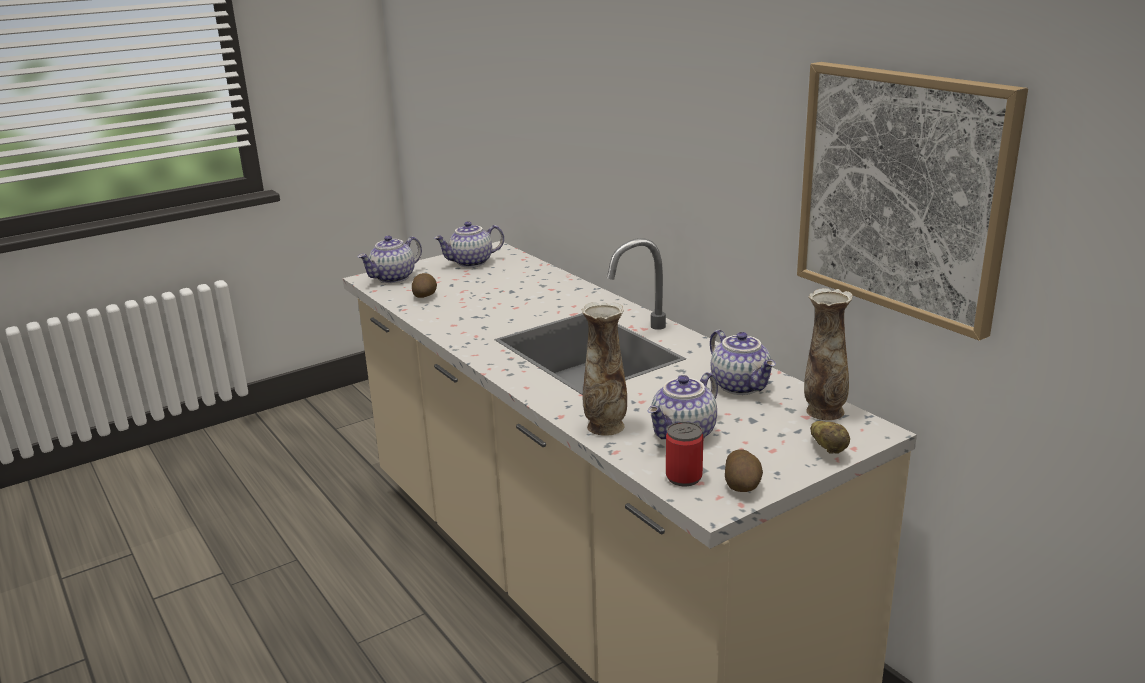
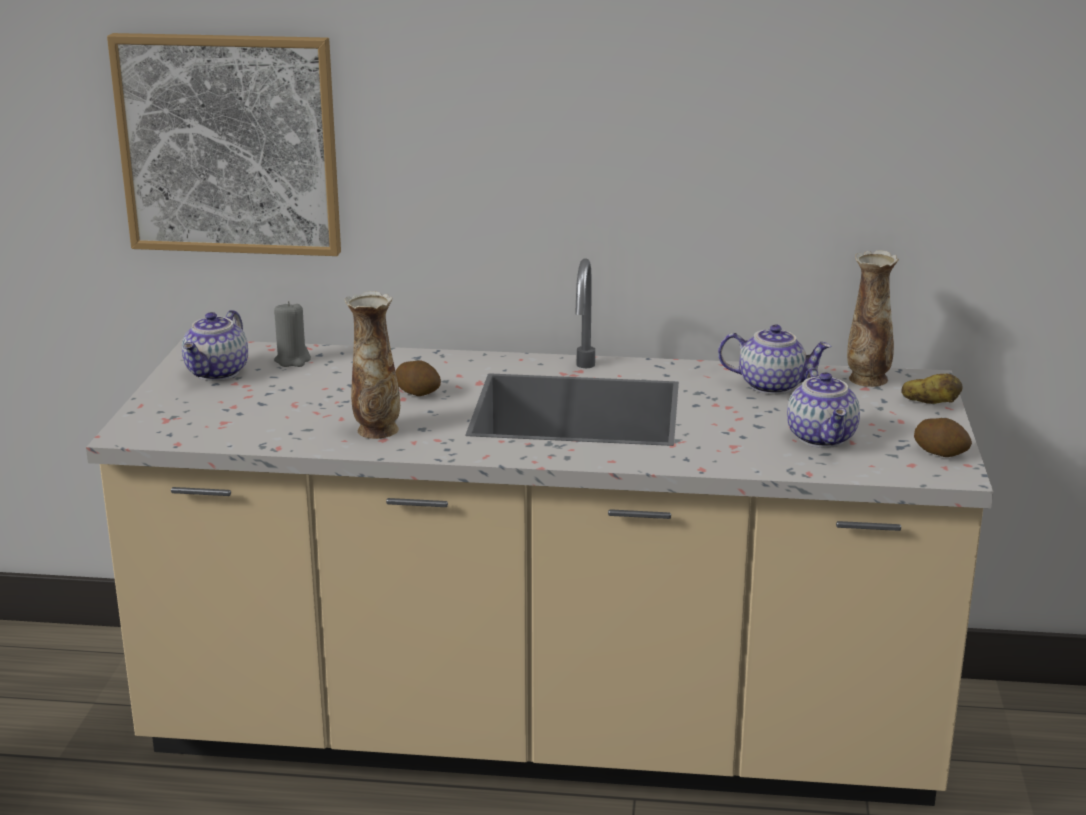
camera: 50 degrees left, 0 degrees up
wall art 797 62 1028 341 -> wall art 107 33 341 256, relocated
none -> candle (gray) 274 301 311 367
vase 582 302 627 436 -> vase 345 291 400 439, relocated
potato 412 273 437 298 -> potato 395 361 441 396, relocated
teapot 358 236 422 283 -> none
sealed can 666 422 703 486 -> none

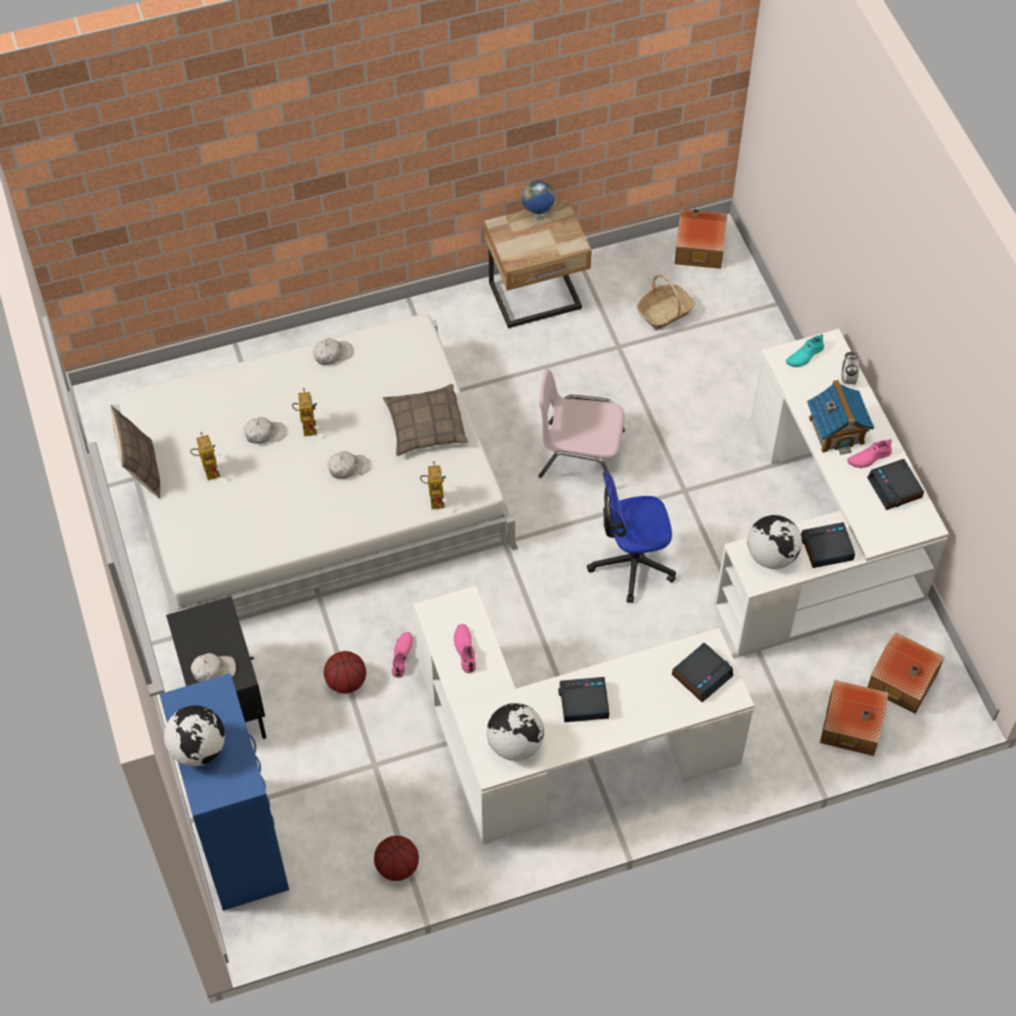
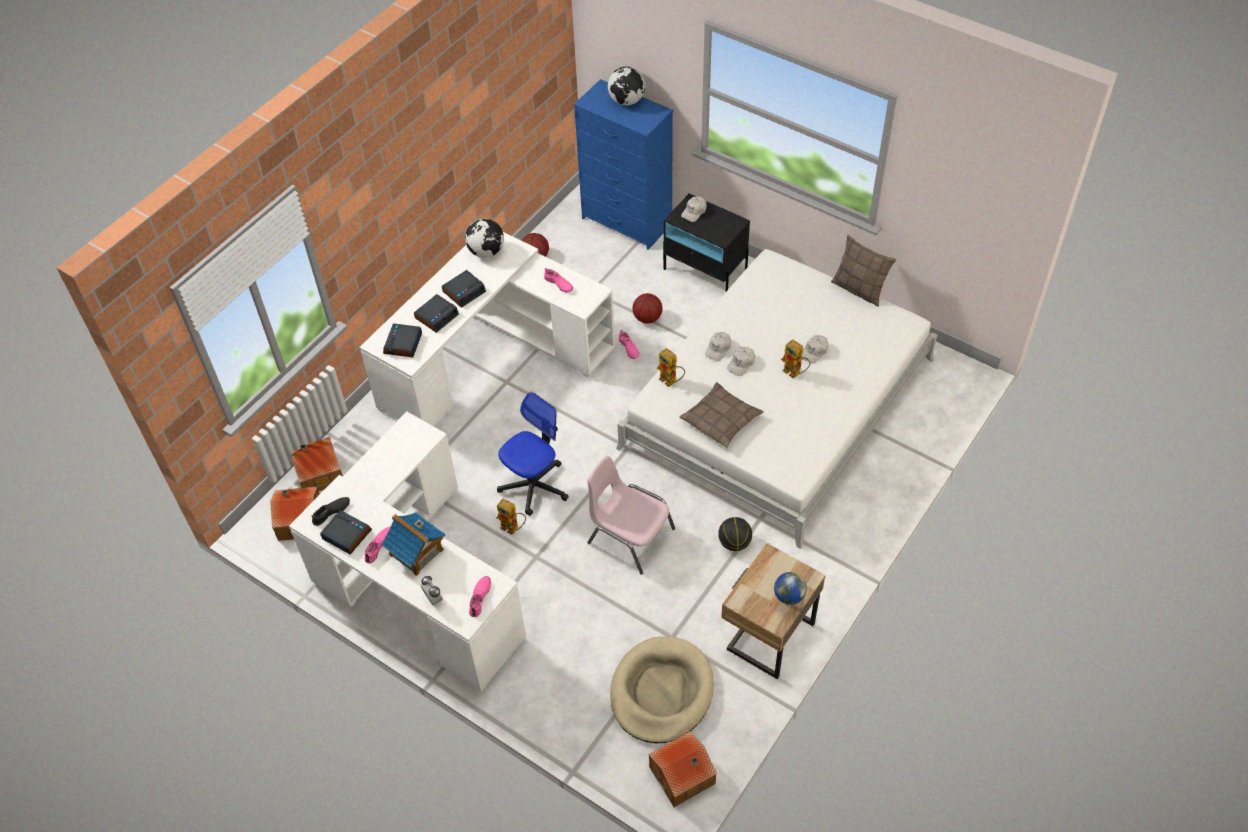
camera: 145 degrees right, 5 degrees down
none -> item of footwear (black-coloured) 312 497 350 526
table clock 801 522 855 568 -> table clock 414 294 459 333, relocated
item of footwear (turquoise-coloured) 786 334 824 367 -> item of footwear (pink-coloured) 469 576 491 617
toy robot 190 432 220 480 -> toy robot 496 498 526 535, relocated
chair (pink-coloured) 538 369 625 478 -> chair (pink-coloured) 587 456 675 575, 120 degrees counterclockwise
household basket 637 274 695 330 -> dog bed (beige) 610 637 714 743
peaked cap (whitish) 313 338 353 365 -> peaked cap (whitish) 705 332 731 361, relocated
none -> basketball 718 517 752 551
desk globe 747 515 802 569 -> none

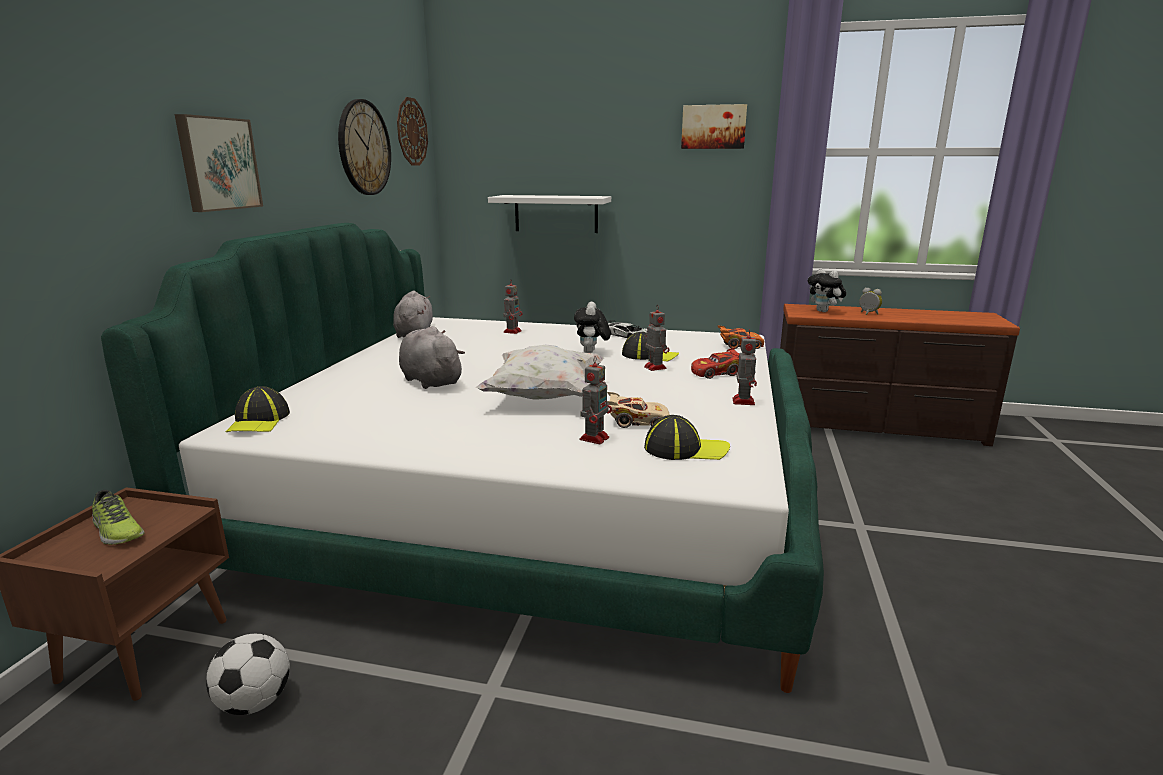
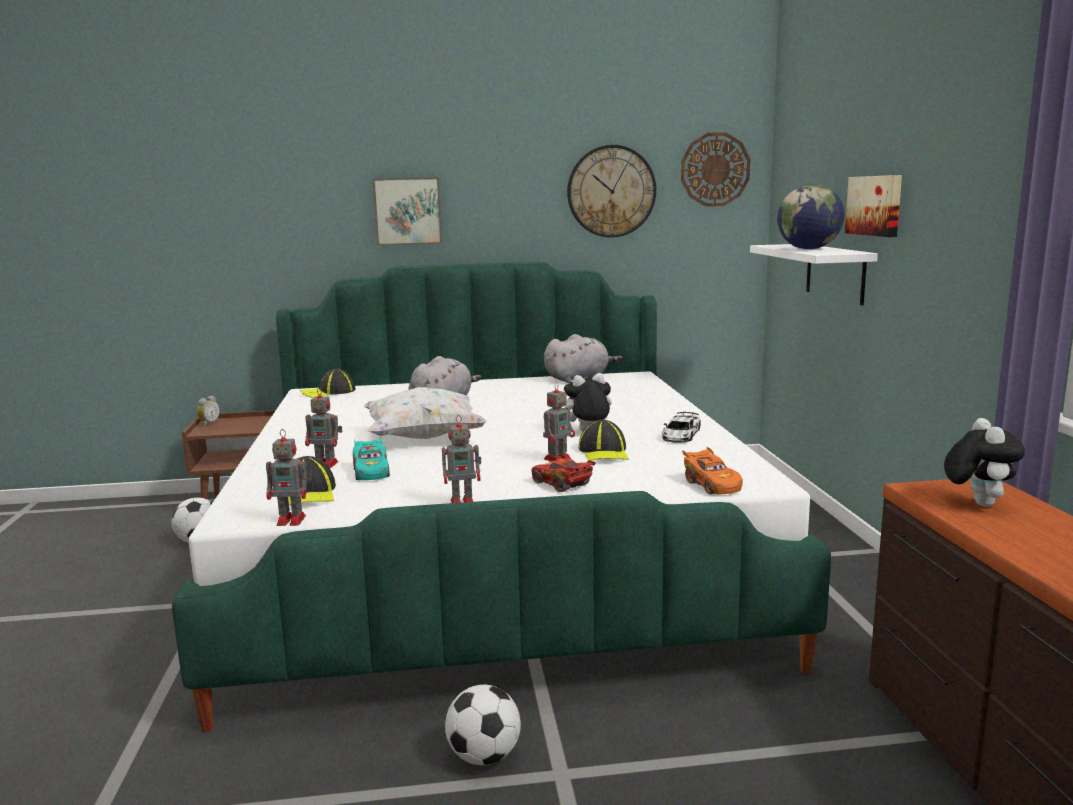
camera: 70 degrees right, 5 degrees down
table clock 859 287 882 315 -> table clock 197 395 220 426, relocated
toy robot 503 279 523 334 -> toy robot 266 429 312 526, relocated
miniature car (beige) 607 392 670 428 -> miniature car (turquoise-coloured) 353 437 390 480
none -> football ball 445 685 521 765
none -> desk globe 777 184 844 250
wall art 681 104 747 149 -> wall art 845 175 902 237, relocated
soft toy 808 268 846 312 -> soft toy 944 418 1025 507, 150 degrees clockwise
item of footwear 92 490 145 545 -> none

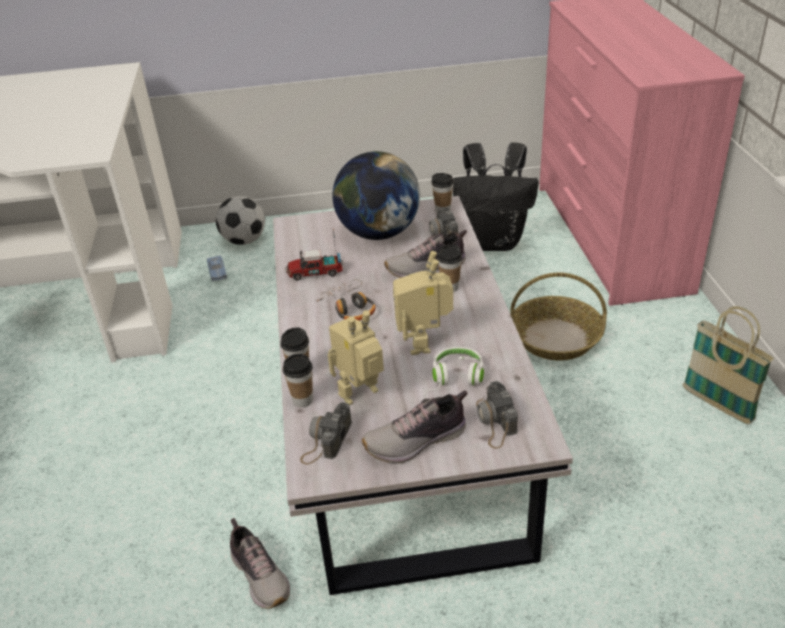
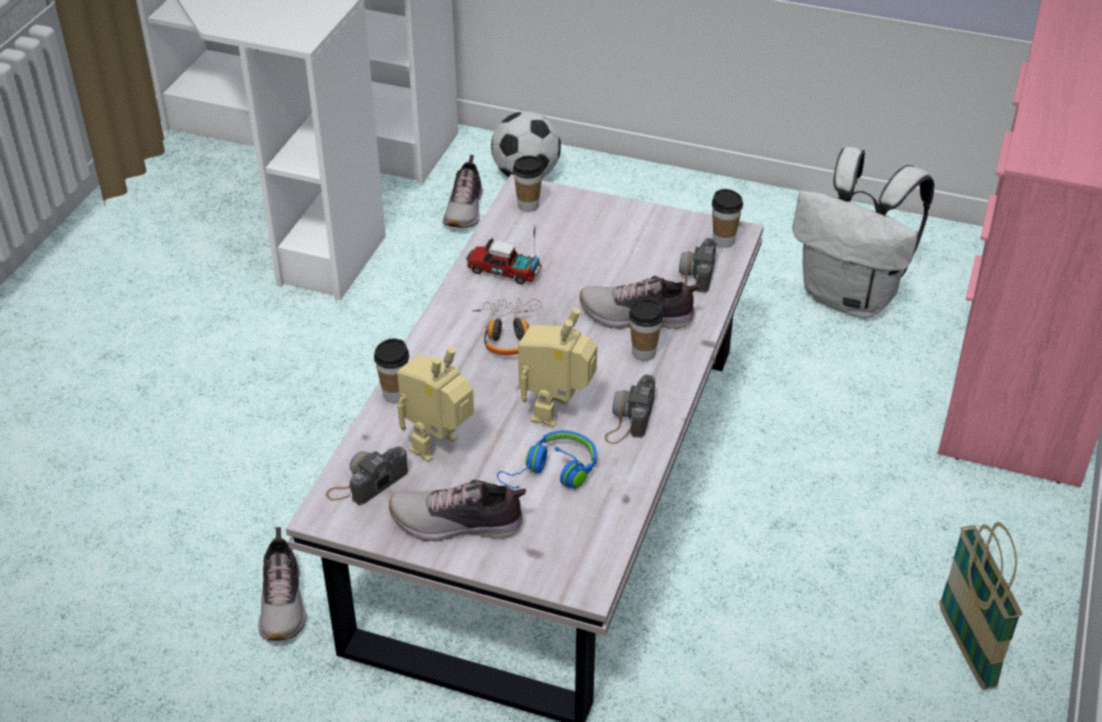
camera: 25 degrees right, 5 degrees up
toy robot 328 310 384 405 -> toy robot 397 346 474 462, 45 degrees counterclockwise
miniature car (blue) 207 256 227 281 -> item of footwear 443 155 483 228
headphones (whitish) 424 347 484 399 -> headphones (blue) 497 430 597 489
drinking cup 283 354 313 407 -> drinking cup 513 156 543 212, relocated
photo camera 476 381 518 449 -> photo camera 604 374 655 444, relocated
knapsack (black-coloured) 453 143 539 251 -> knapsack (whitish) 792 147 934 319
desk globe 332 151 420 240 -> none
household basket 510 273 607 361 -> none

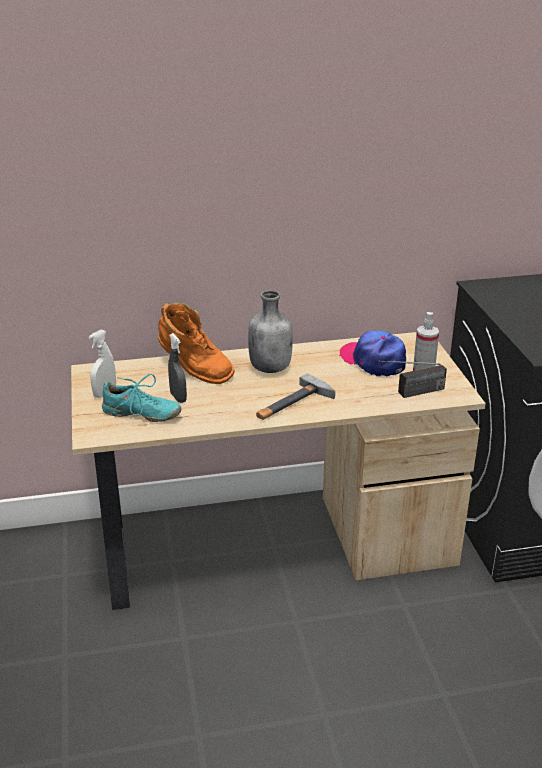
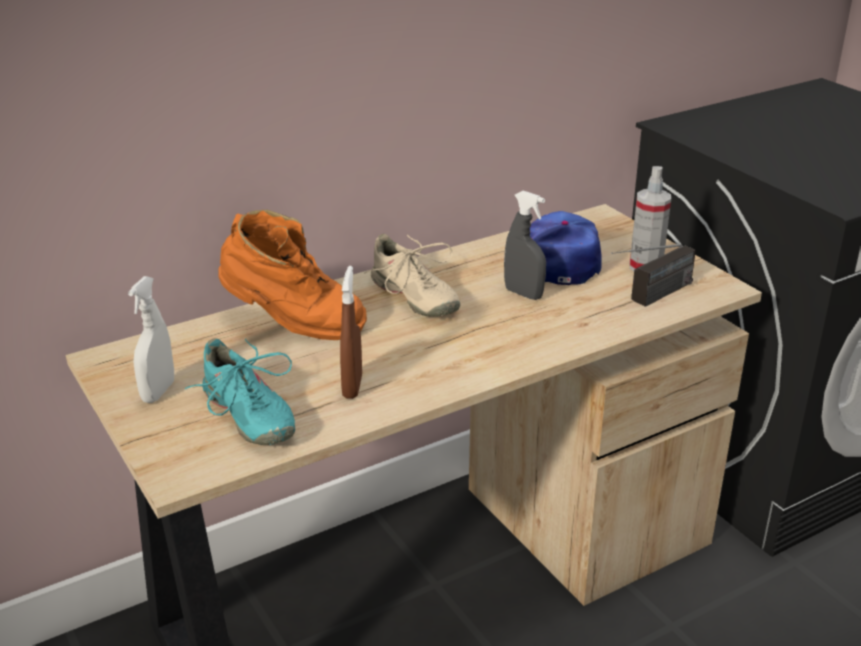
camera: 20 degrees left, 0 degrees up
item of footwear (turquoise-coloured) 102 374 181 422 -> item of footwear (turquoise-coloured) 184 338 295 445, 60 degrees clockwise
none -> spray bottle (brownish) 340 266 362 399
drink bottle (gray) 248 291 293 373 -> item of footwear (beige) 364 234 460 317
spray bottle (gray) 168 333 187 403 -> spray bottle (gray) 504 191 546 300, relocated
peaked cap 340 330 406 376 -> peaked cap 530 211 602 285, 60 degrees clockwise
tool hammer 256 373 335 420 -> none

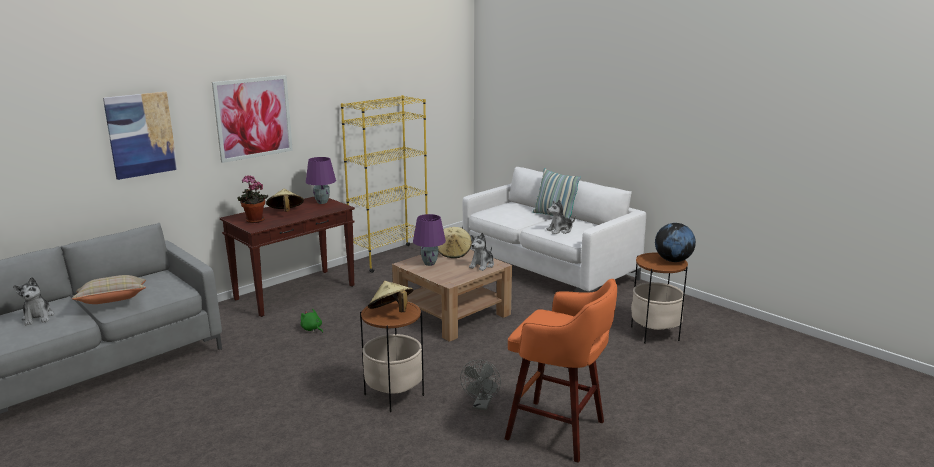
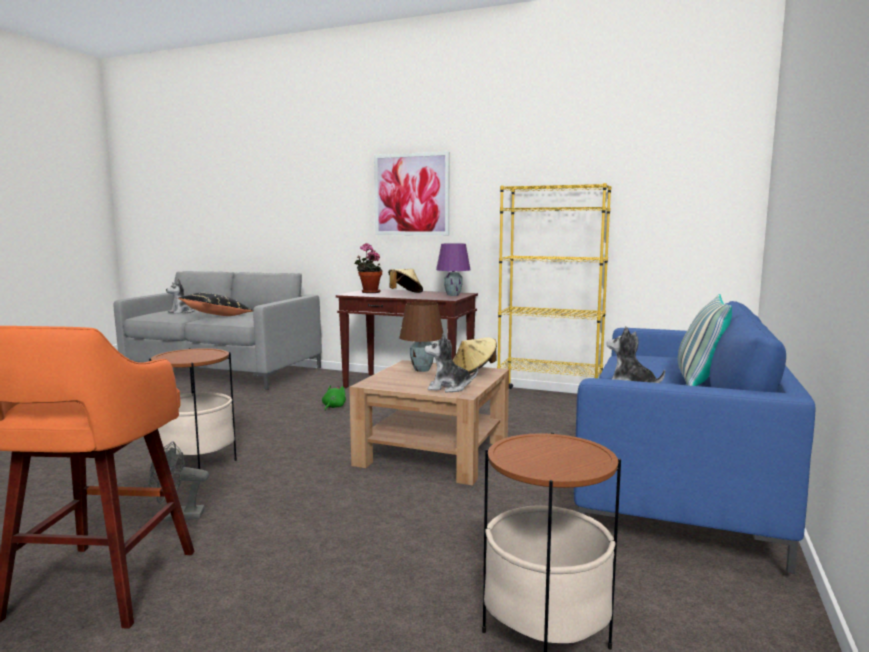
camera: 65 degrees right, 10 degrees down
pillow (beige) 71 275 146 304 -> pillow (black-coloured) 178 293 253 316
table lamp (purple) 413 214 446 266 -> table lamp (brownish) 399 302 443 372
couch (whitish) 463 167 646 293 -> couch (blue) 574 301 815 574
wall art 103 92 178 180 -> none
clothing hat (beige) 368 281 413 312 -> none
desk globe 655 223 696 262 -> none

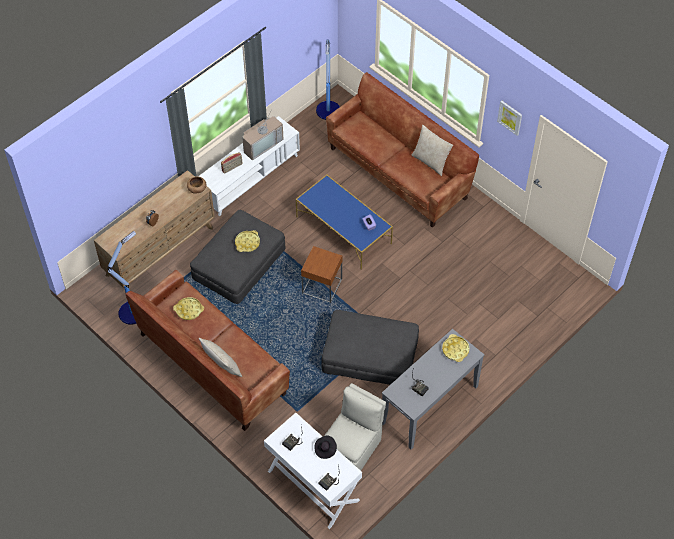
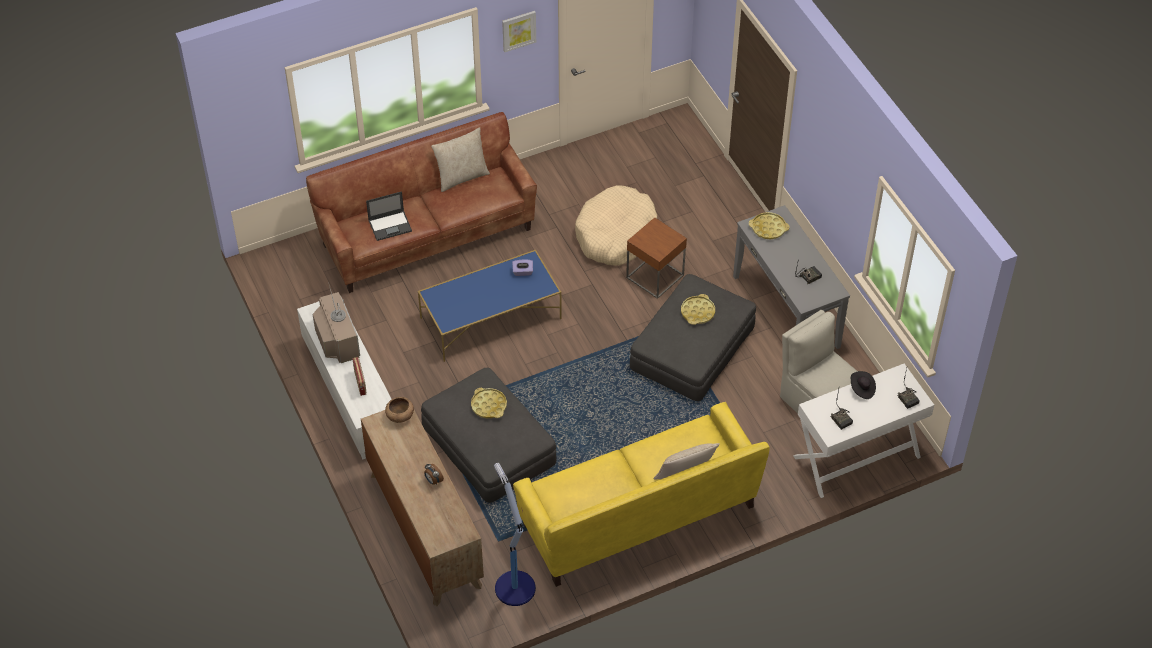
camera: 70 degrees left, 5 degrees down
none -> notebook computer 366 191 412 241
couch (brownish) 126 270 290 431 -> couch (yellowish) 513 402 770 587
none -> dog bed (beige) 575 185 657 266
side table (brownish) 301 246 342 303 -> side table (brownish) 626 217 687 299, relocated
serving tray (yellowish) 173 297 204 320 -> serving tray (yellowish) 681 294 715 325, relocated
standard lamp 316 39 340 120 -> none

